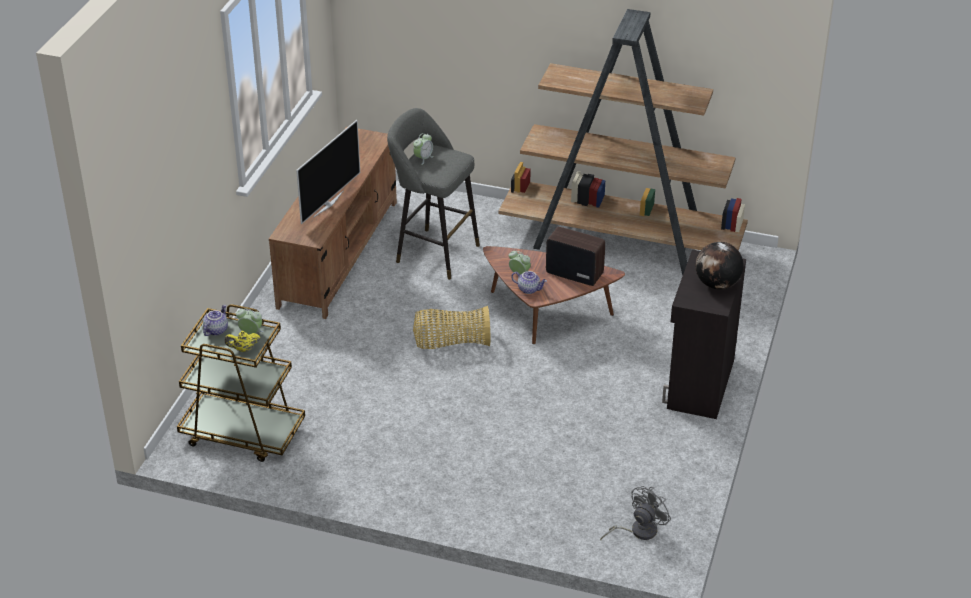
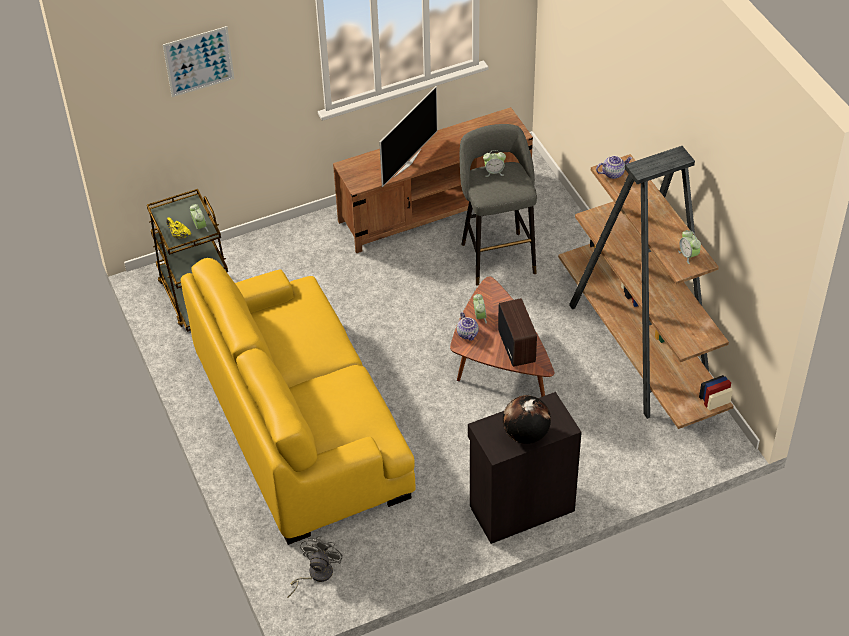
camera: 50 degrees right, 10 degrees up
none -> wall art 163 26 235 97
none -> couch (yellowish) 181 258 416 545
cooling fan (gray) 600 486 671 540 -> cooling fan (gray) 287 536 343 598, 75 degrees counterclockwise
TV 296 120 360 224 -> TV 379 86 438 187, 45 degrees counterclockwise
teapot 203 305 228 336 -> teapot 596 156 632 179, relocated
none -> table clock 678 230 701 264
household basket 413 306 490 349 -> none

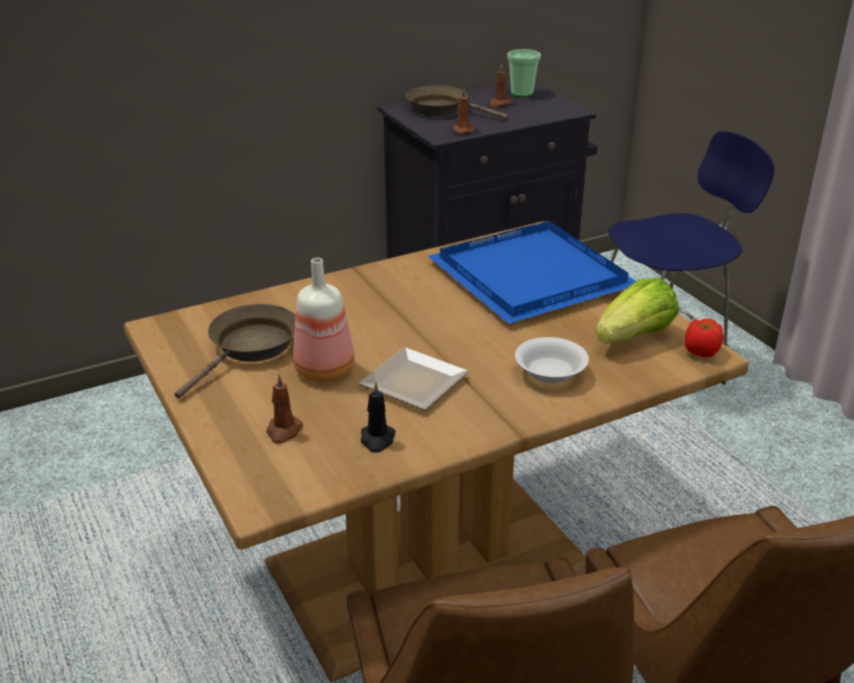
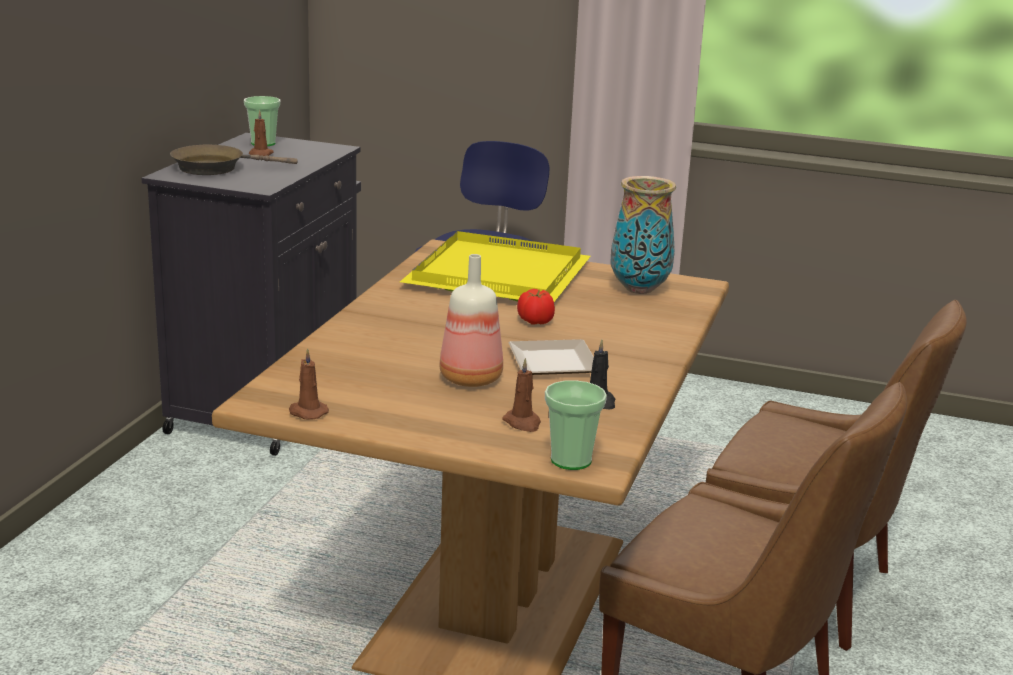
camera: 45 degrees left, 10 degrees down
candle (brownish) 452 89 475 134 -> candle (brownish) 289 348 329 419, relocated
serving tray (blue) 428 221 636 324 -> serving tray (yellowish) 400 231 591 302
tomato 685 318 723 357 -> tomato 517 289 555 324, relocated
none -> drinking cup 545 380 607 470
lettuce 595 278 678 344 -> vase 610 176 676 294
pan (brownish) 174 304 296 399 -> none
deep dish (whitish) 515 337 589 383 -> none

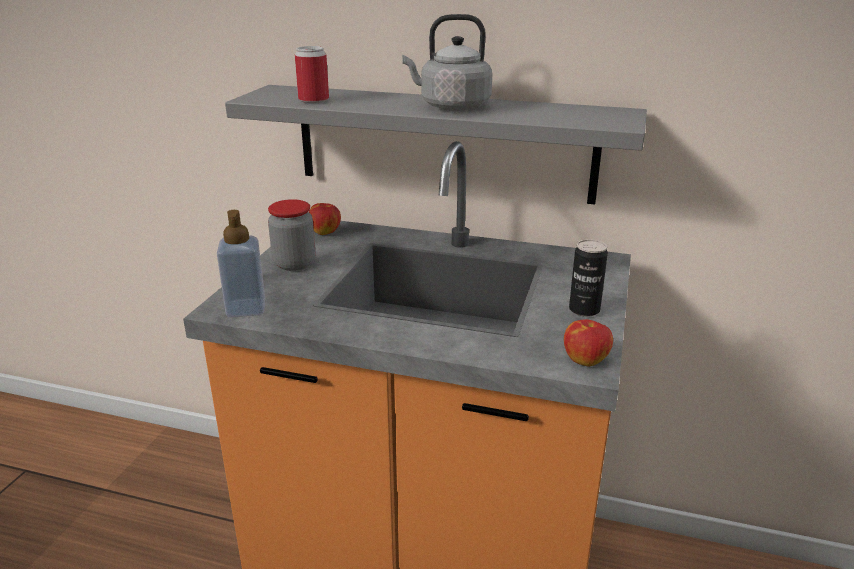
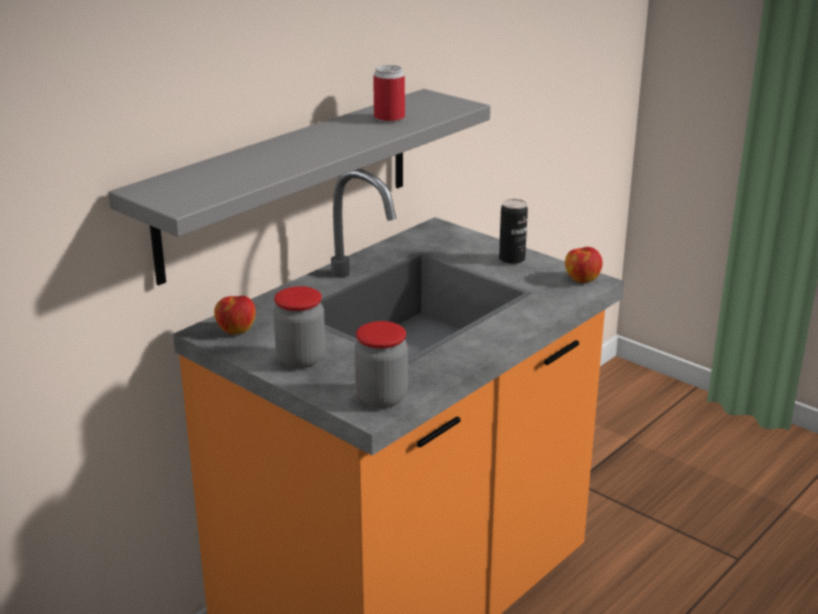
camera: 65 degrees left, 0 degrees up
soap dispenser 217 210 265 317 -> storage jar 354 321 408 408
sealed can 295 46 329 103 -> sealed can 373 65 405 122, relocated
tea kettle (gray) 402 14 492 111 -> none

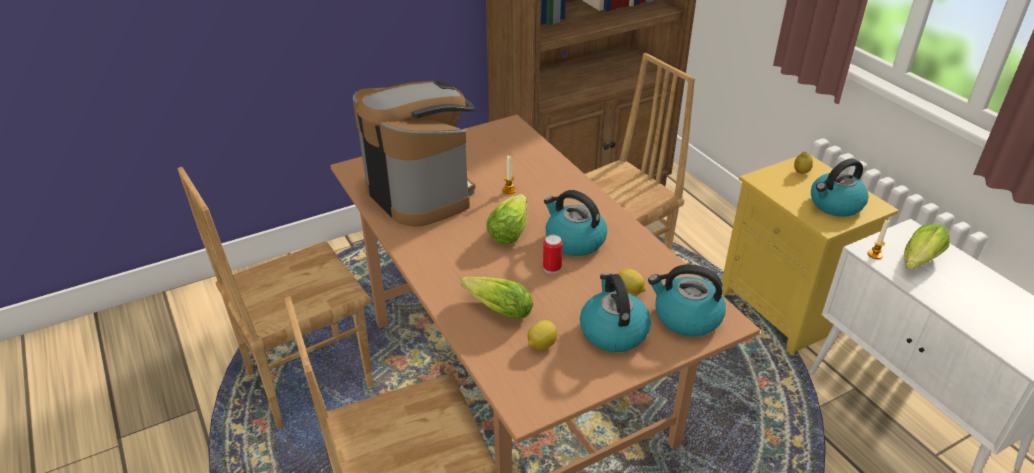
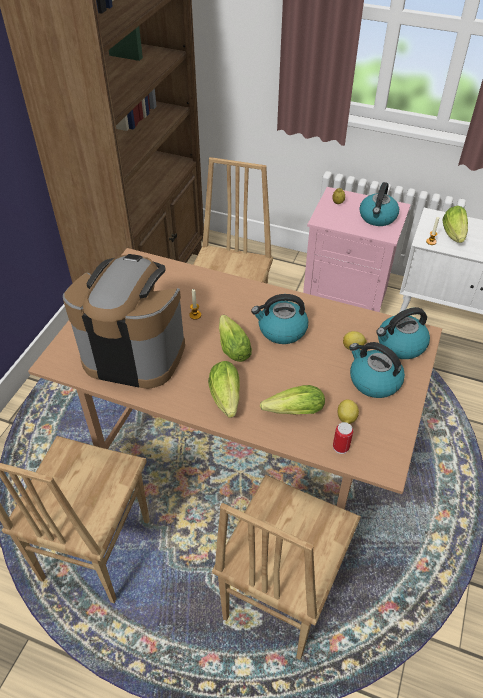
camera: 40 degrees left, 10 degrees up
none -> lettuce 208 361 240 418
nightstand (yellowish) 722 156 899 355 -> nightstand (pink-coloured) 303 187 411 312
sealed can 543 235 563 274 -> sealed can 333 422 353 454, relocated

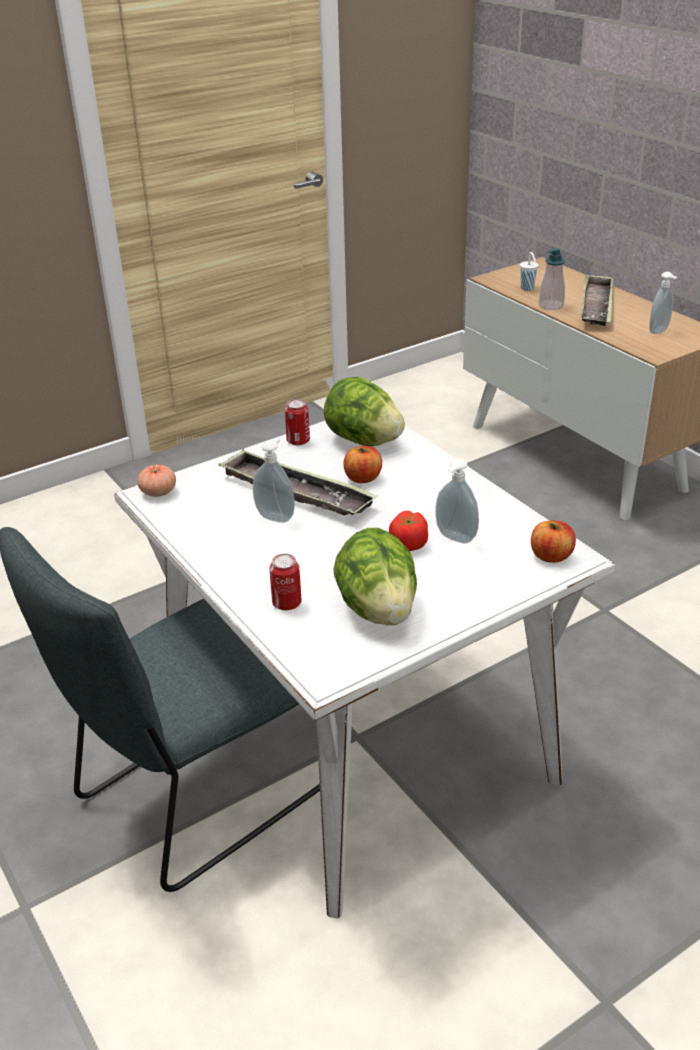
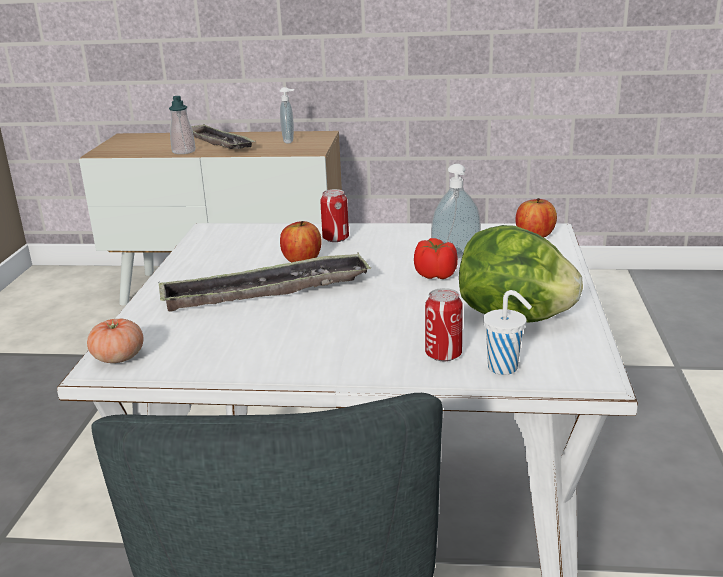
camera: 50 degrees left, 10 degrees down
sealed can 285 399 310 446 -> sealed can 320 189 349 242, relocated
drinking cup (whitish) 519 252 539 291 -> drinking cup (whitish) 483 290 532 375, relocated
soap dispenser 253 438 295 523 -> none
lettuce 324 377 405 446 -> none

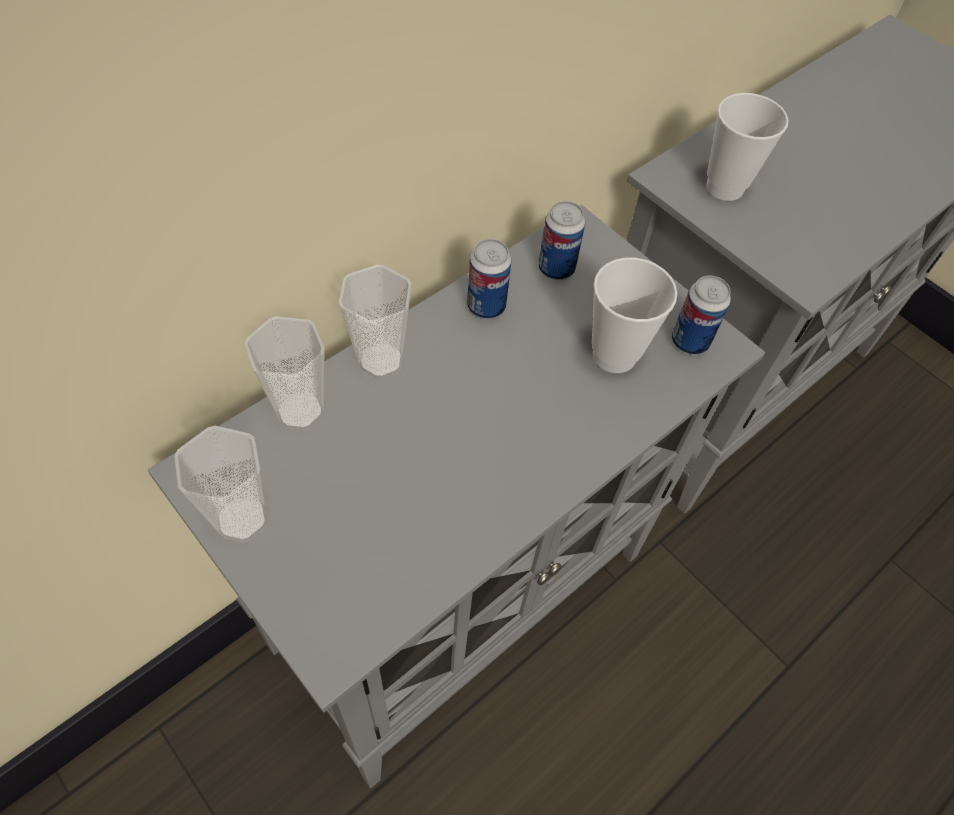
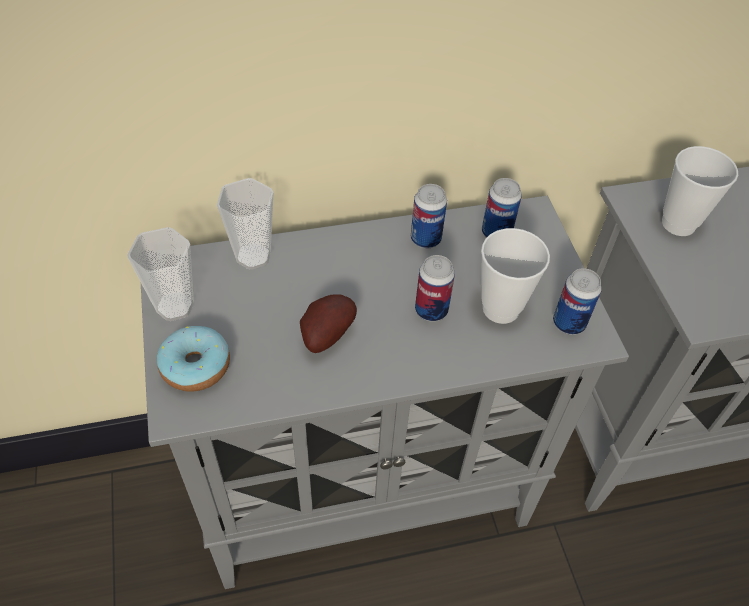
camera: 30 degrees right, 5 degrees down
none -> doughnut 157 326 230 392
none -> potato 300 295 357 353
none -> sealed can 415 255 455 322
drinking cup 339 265 412 379 -> none

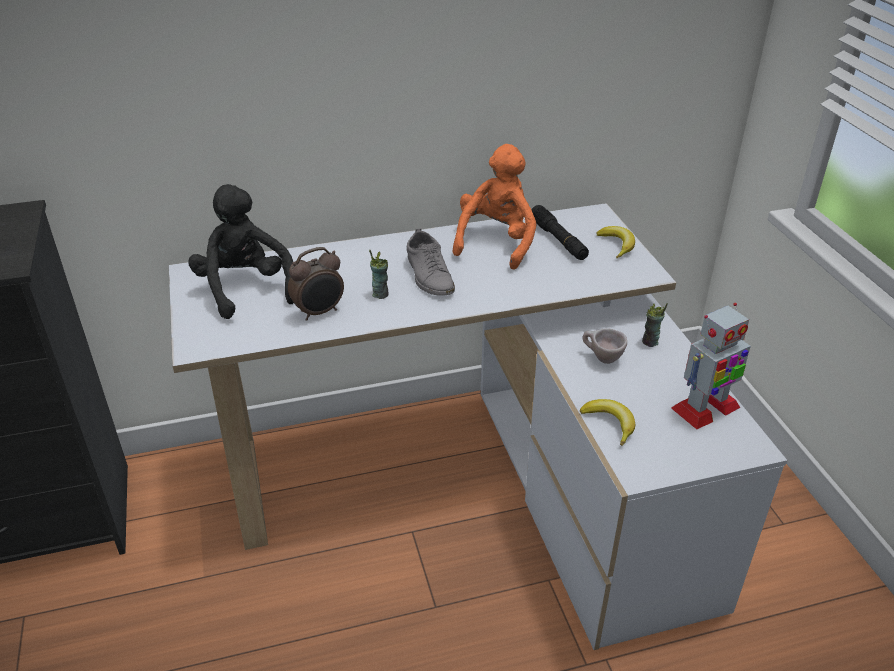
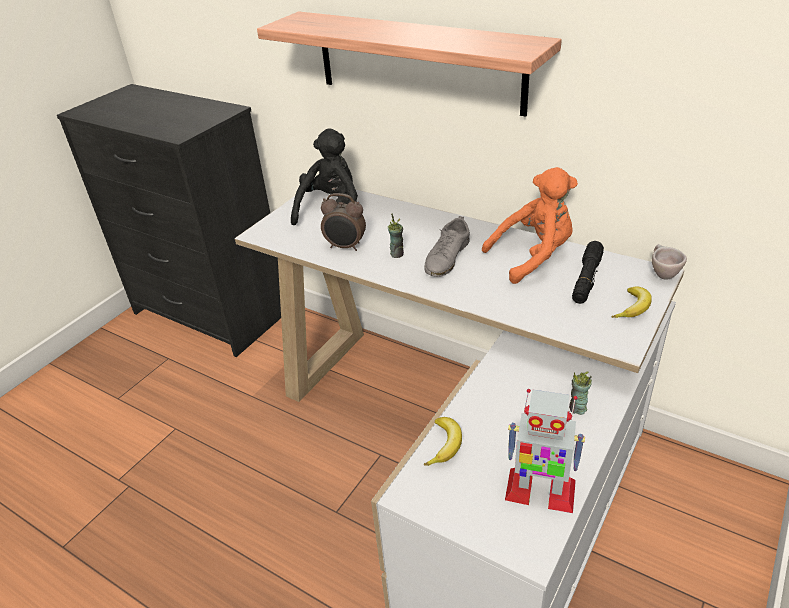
camera: 50 degrees right, 0 degrees up
none -> wall shelf 257 11 562 117
drinking cup (beige) 583 328 627 364 -> drinking cup (beige) 652 244 687 279, relocated

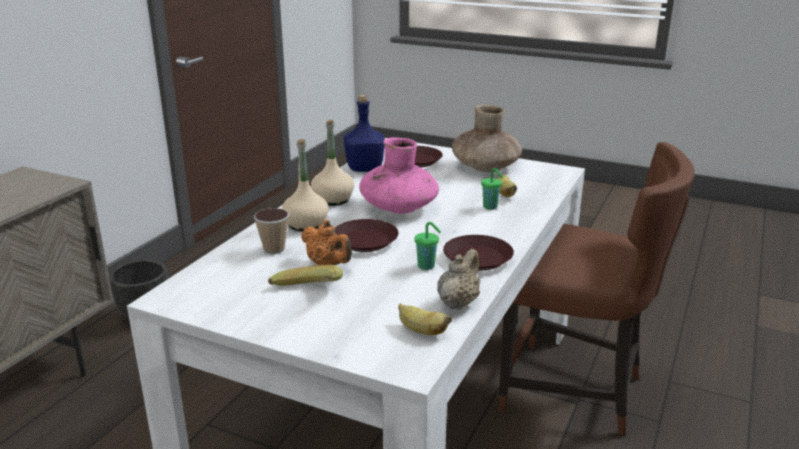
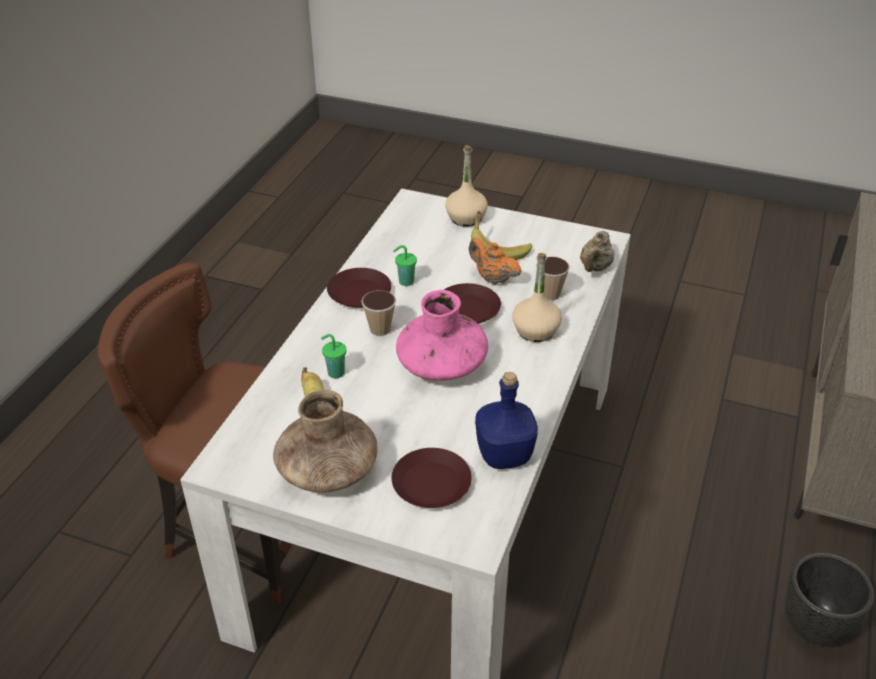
camera: 175 degrees right, 15 degrees up
none -> drinking cup 361 290 396 336
drink bottle (beige) 311 120 354 206 -> drink bottle (beige) 445 145 488 227, relocated
teapot (beige) 437 249 480 310 -> teapot (beige) 580 231 614 272, relocated
banana 398 303 452 335 -> none

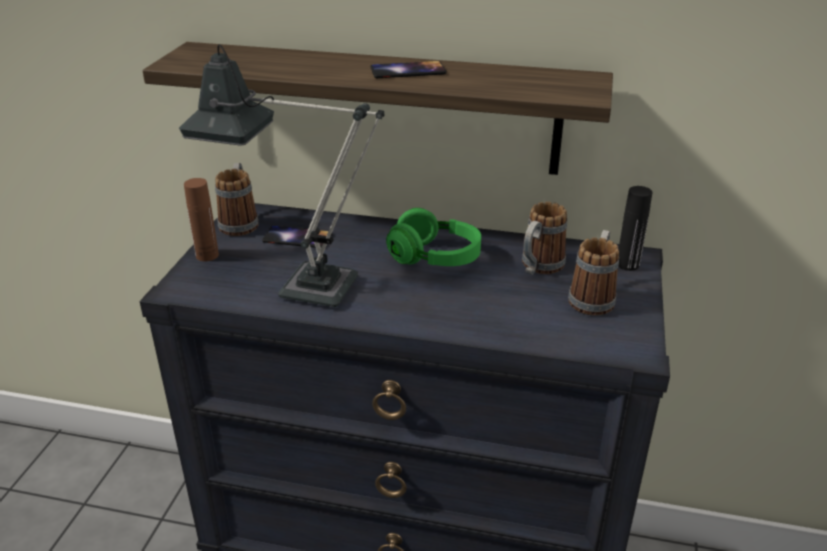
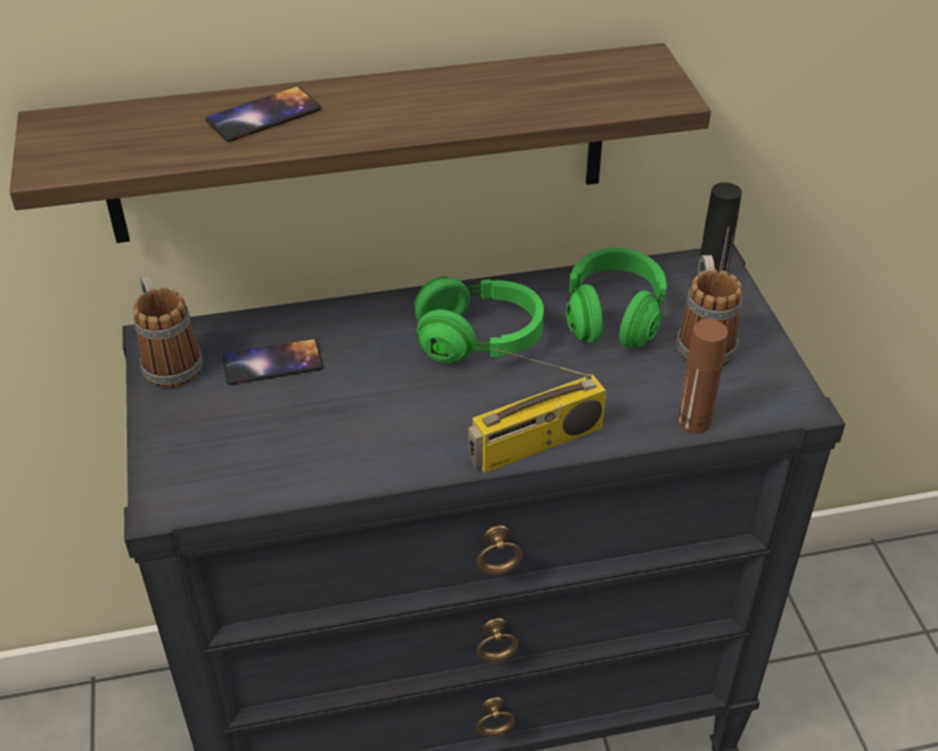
camera: 25 degrees left, 10 degrees up
telephone 370 61 447 78 -> telephone 205 87 321 142, relocated
none -> radio receiver 468 348 606 473
tea mug 522 202 567 275 -> headphones (greenish) 566 248 667 348
drink bottle (brownish) 184 178 219 261 -> drink bottle (brownish) 678 319 728 434, relocated
table lamp 179 44 384 307 -> none

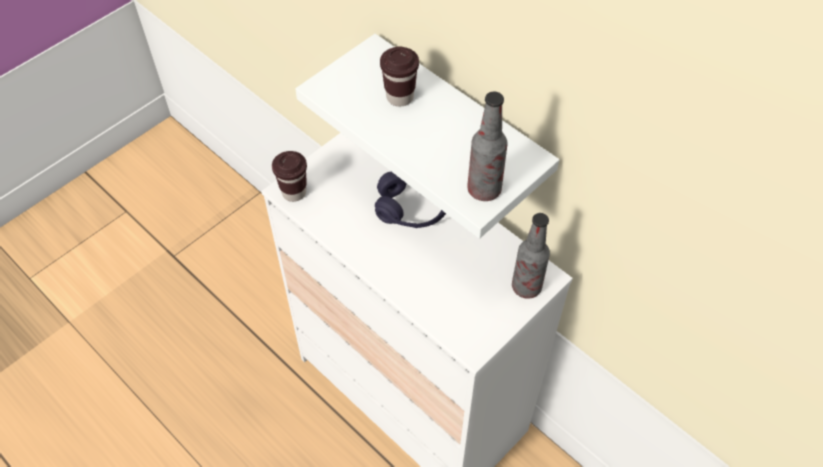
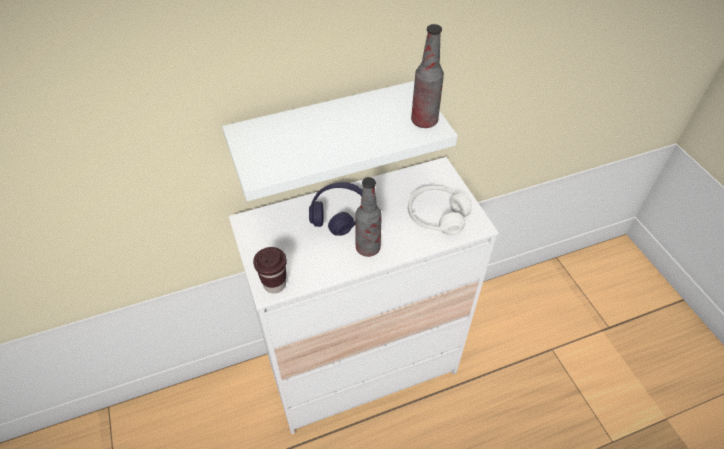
camera: 65 degrees left, 5 degrees down
drink bottle 512 213 550 299 -> drink bottle 356 177 382 257, relocated
none -> headphones (whitish) 408 186 472 235
drinking cup (brownish) 380 47 419 106 -> none

